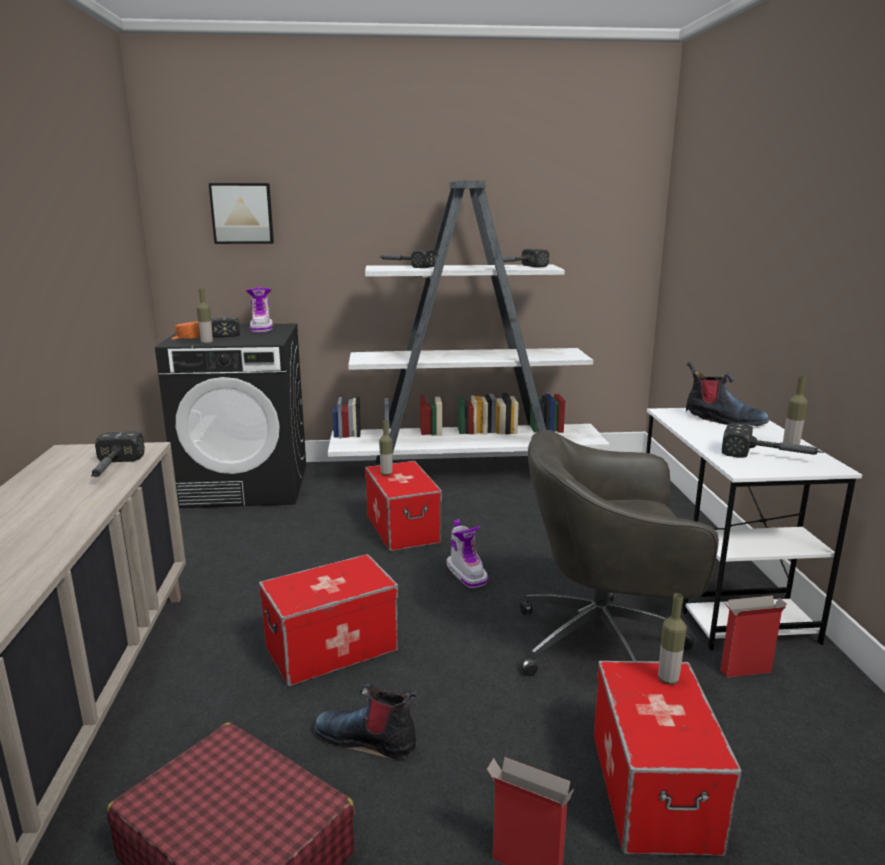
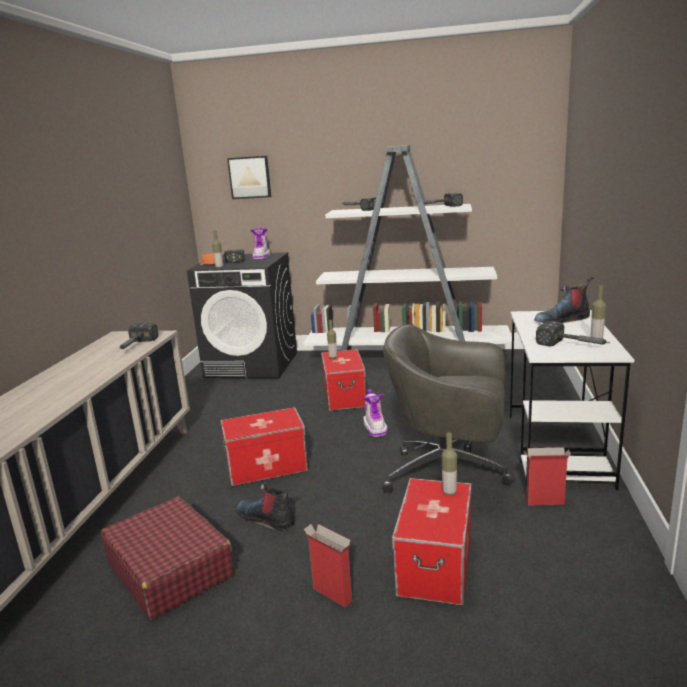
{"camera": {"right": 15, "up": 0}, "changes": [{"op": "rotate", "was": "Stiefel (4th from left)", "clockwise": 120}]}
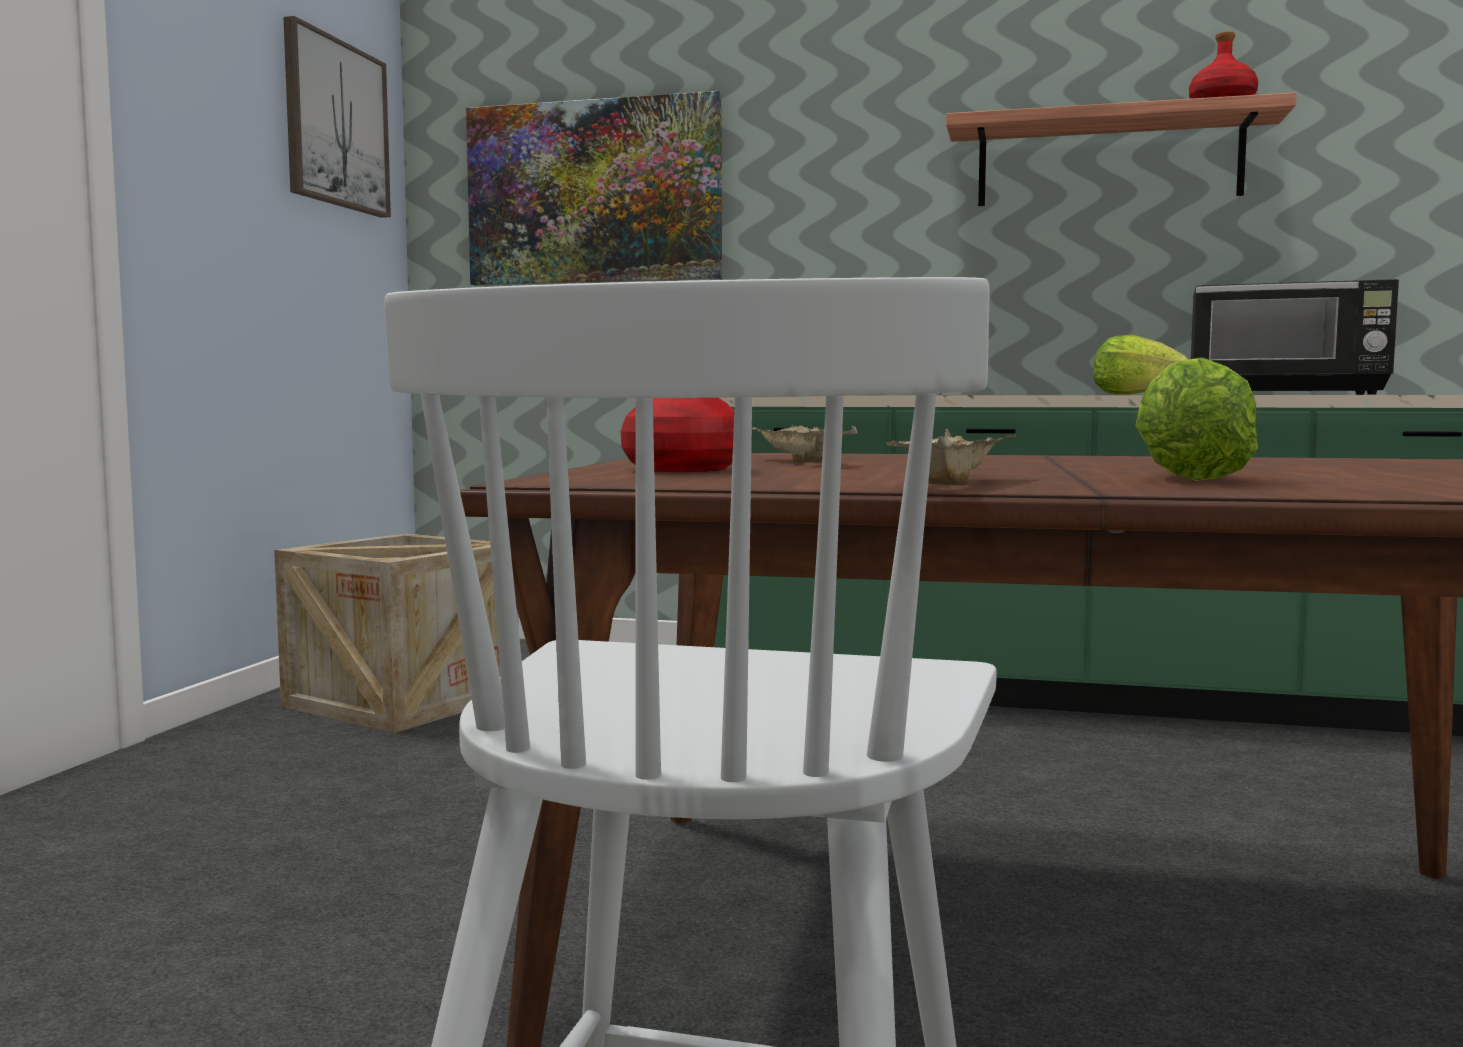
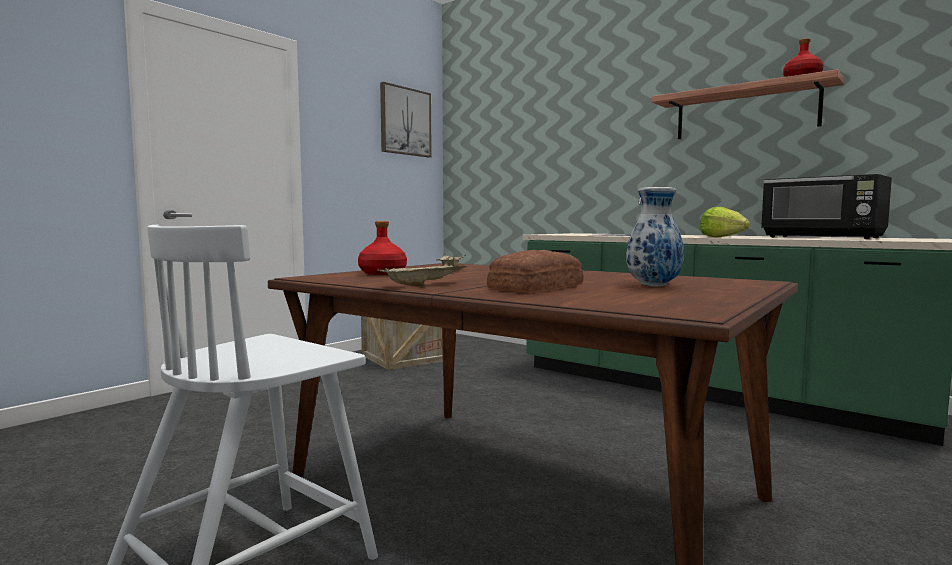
{"camera": {"right": 25, "up": 0}, "changes": [{"op": "replace", "was": "Salatkopf (2nd from left)", "now": "Brot"}, {"op": "insert", "now": "Vase"}, {"op": "delete", "was": "Bild (2nd from left)"}]}
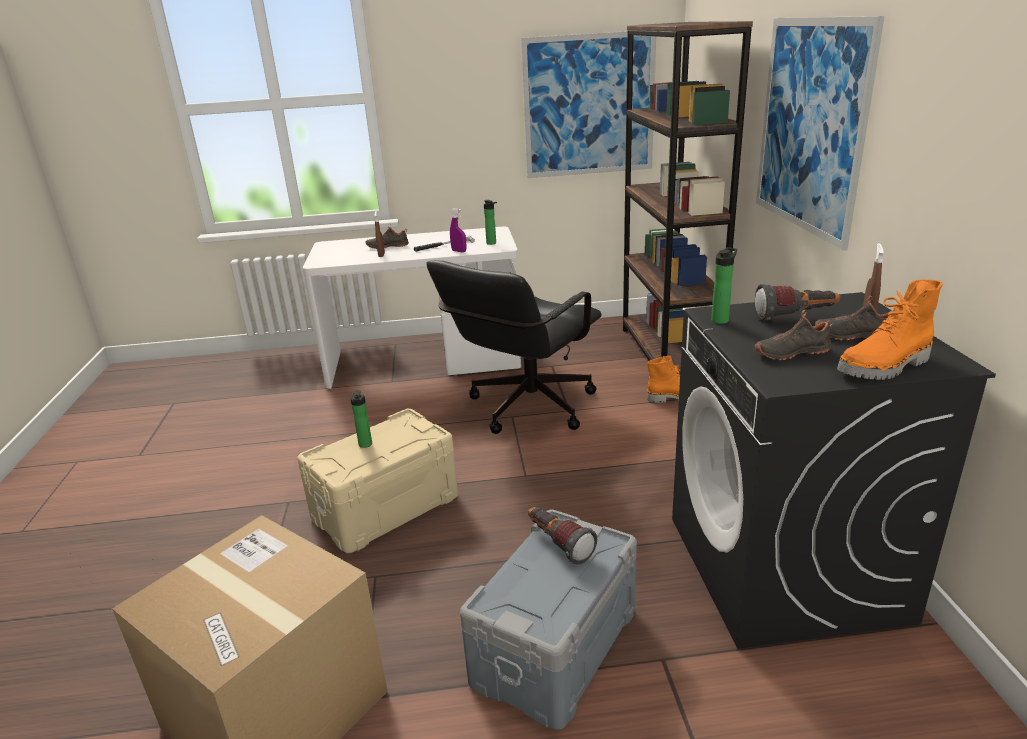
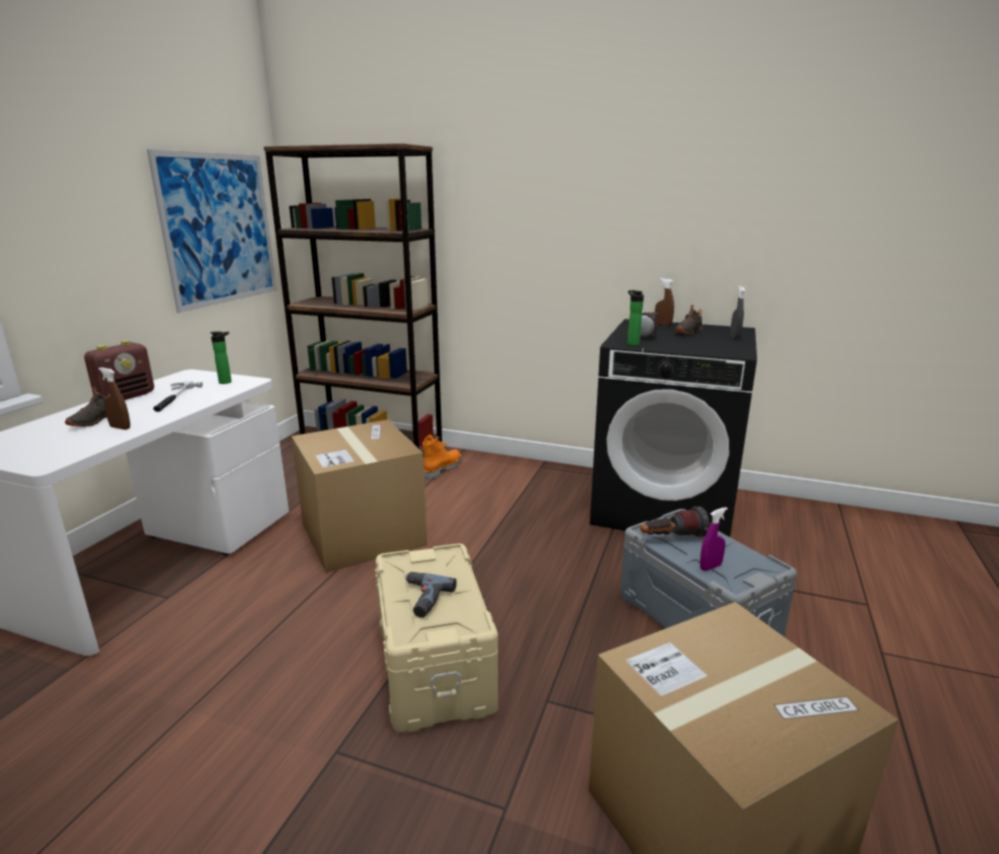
{"camera": {"right": -65, "up": -5}, "changes": [{"op": "insert", "now": "Radio"}, {"op": "replace", "was": "Bürostuhl/schwarz", "now": "Karton (1st from left)"}, {"op": "replace", "was": "Flasche (1st from left)", "now": "Bohrmaschine"}, {"op": "move", "was": "Sprühflasche/lila"}, {"op": "replace", "was": "Stiefel/orange (2nd from left)", "now": "Sprühflasche/grau"}, {"op": "delete", "was": "Schuh/schwarz (2nd from left)"}, {"op": "delete", "was": "Bild (2nd from left)"}]}
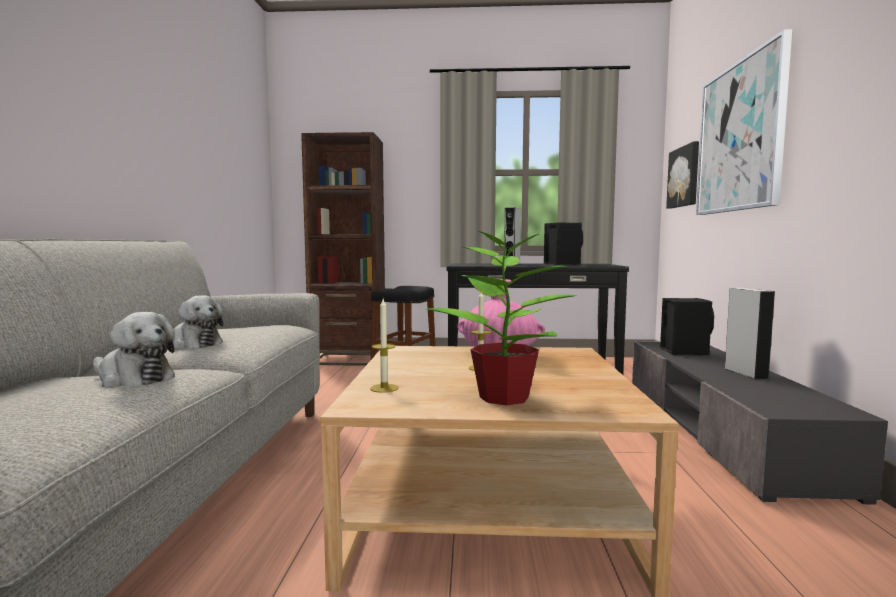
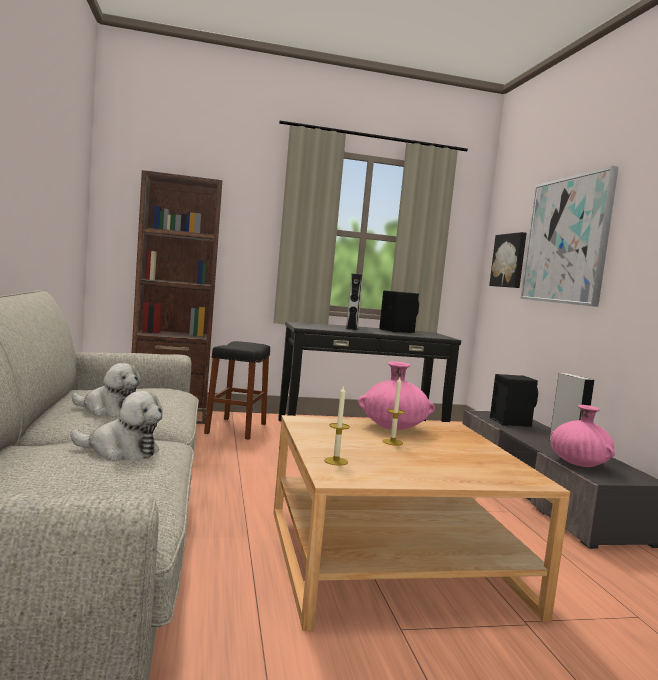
{"camera": {"right": -15, "up": 0}, "changes": [{"op": "insert", "now": "Vase/rosa (2nd from left)"}, {"op": "delete", "was": "Topfpflanze"}]}
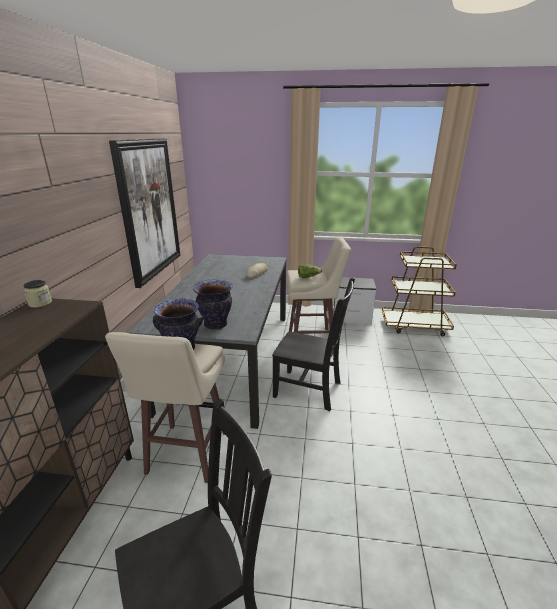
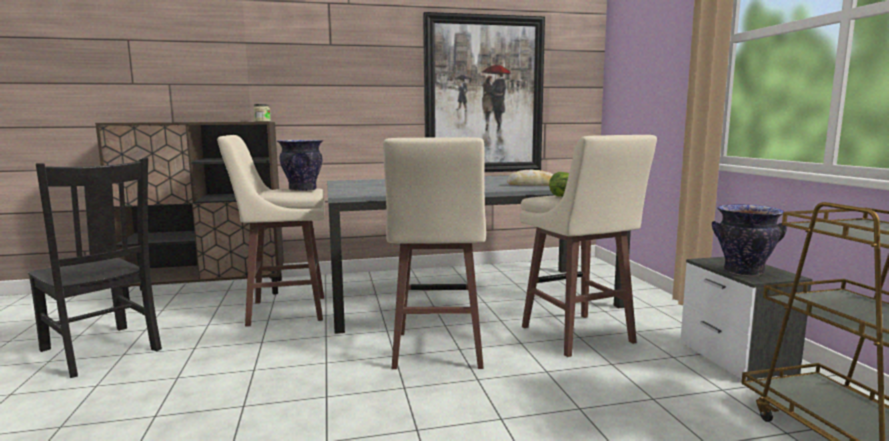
{"camera": {"right": 70, "up": -15}, "changes": [{"op": "replace", "was": "Stuhl/schwarz (2nd from left)", "now": "Hocker/beige (2nd from left)"}, {"op": "move", "was": "Vase (2nd from left)"}]}
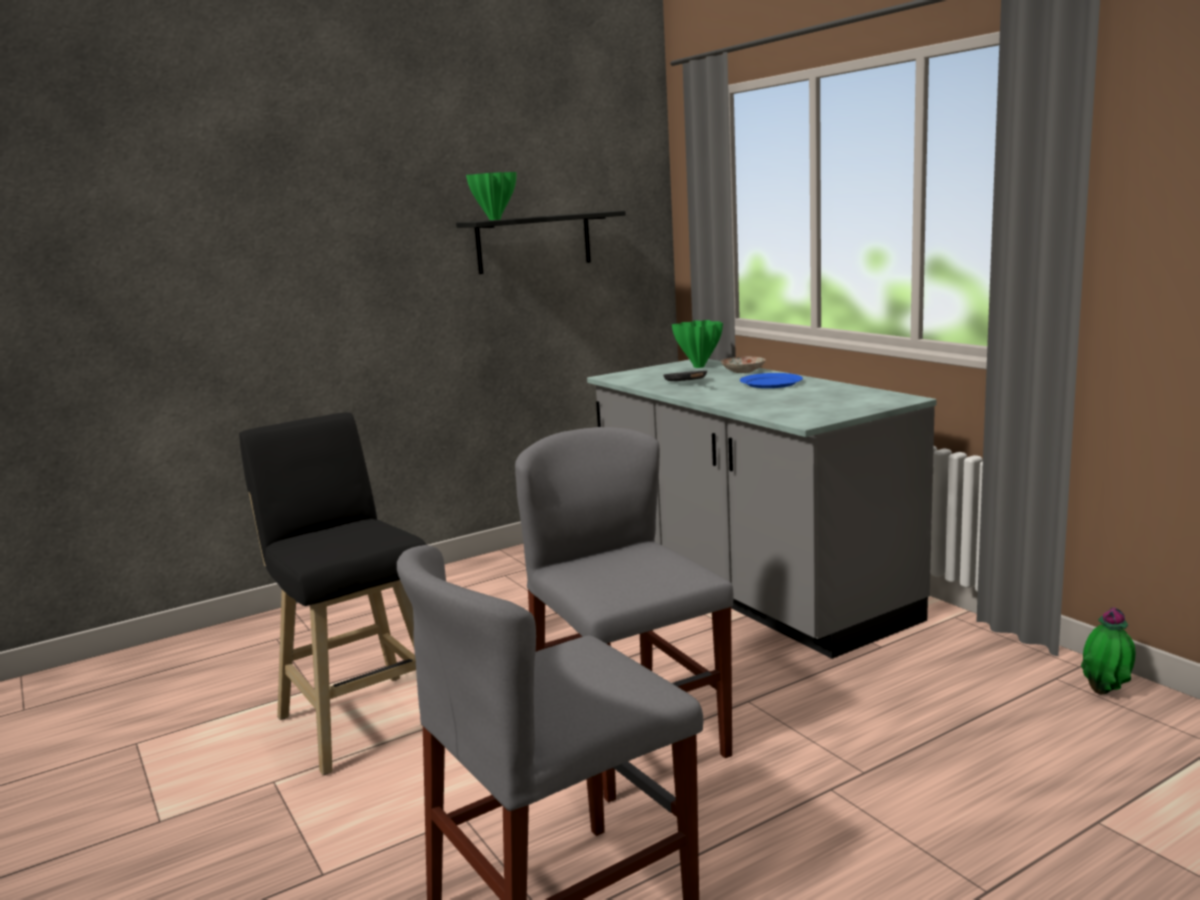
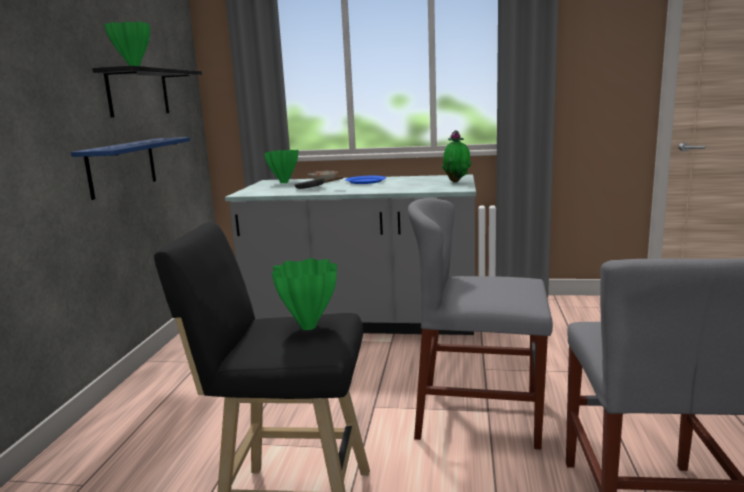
{"camera": {"right": -50, "up": 0}, "changes": [{"op": "insert", "now": "Wandregal/blau"}, {"op": "insert", "now": "Vase/grün (3rd from left)"}, {"op": "move", "was": "Topfpflanze"}]}
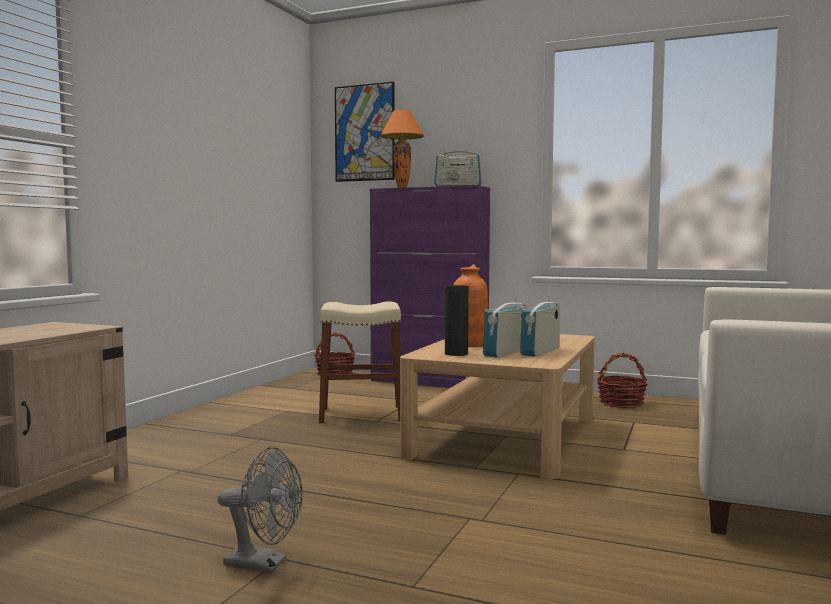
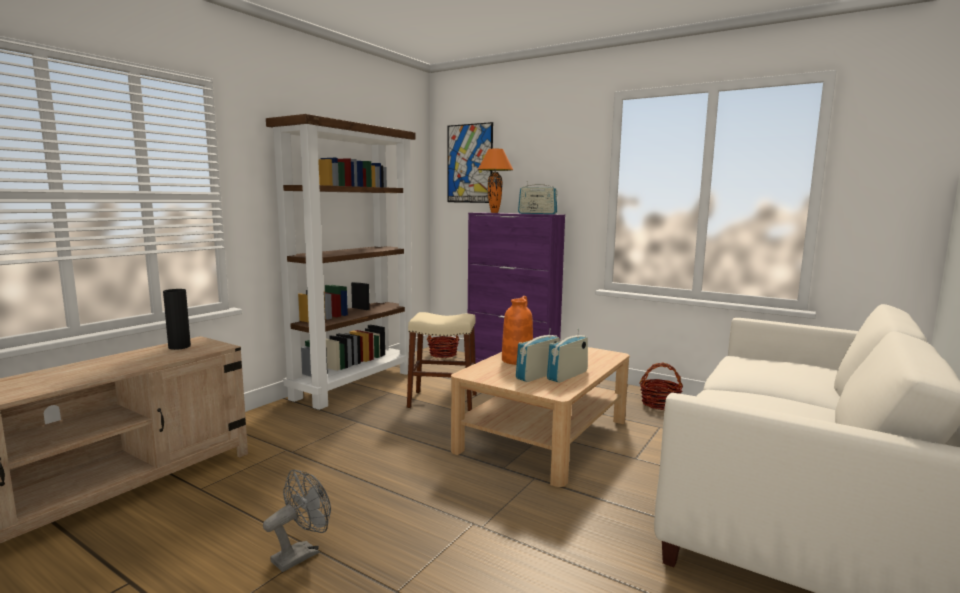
{"camera": {"right": 10, "up": 5}, "changes": [{"op": "move", "was": "Vase/schwarz"}, {"op": "rotate", "was": "Ventilator/grau", "clockwise": -75}, {"op": "insert", "now": "Bücherregal/braun"}]}
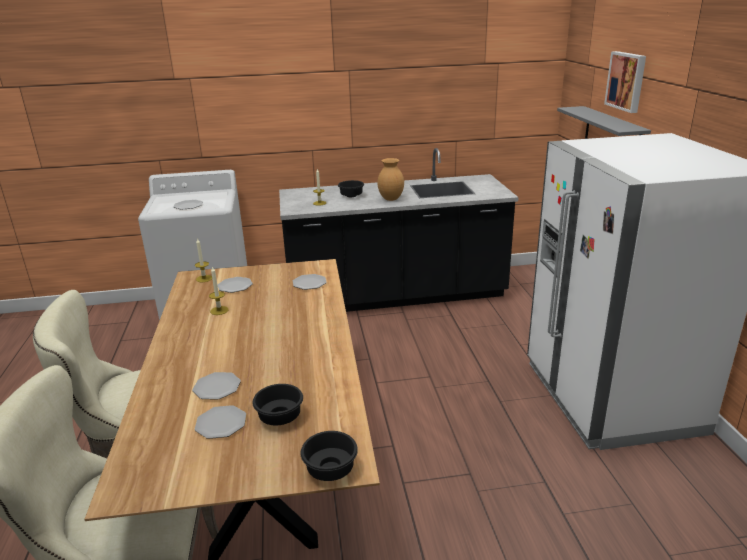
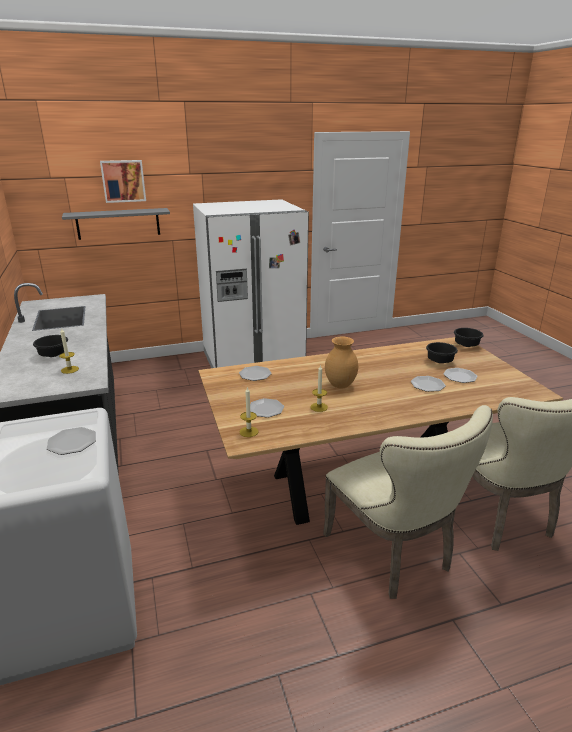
{"camera": {"right": -100, "up": 0}, "changes": [{"op": "move", "was": "Vase/braun"}]}
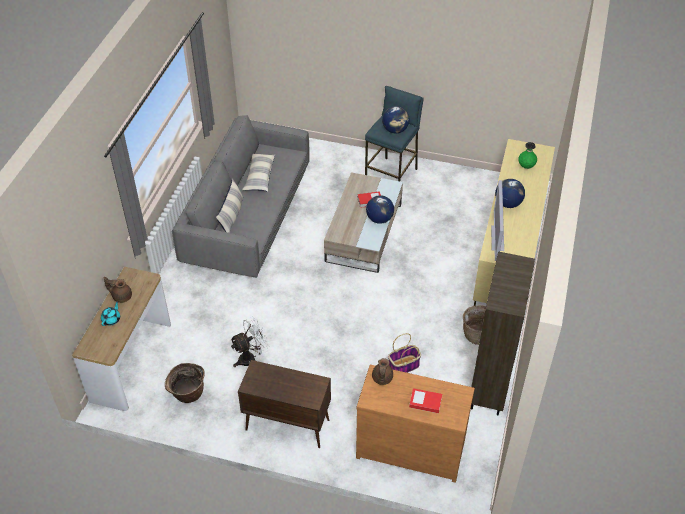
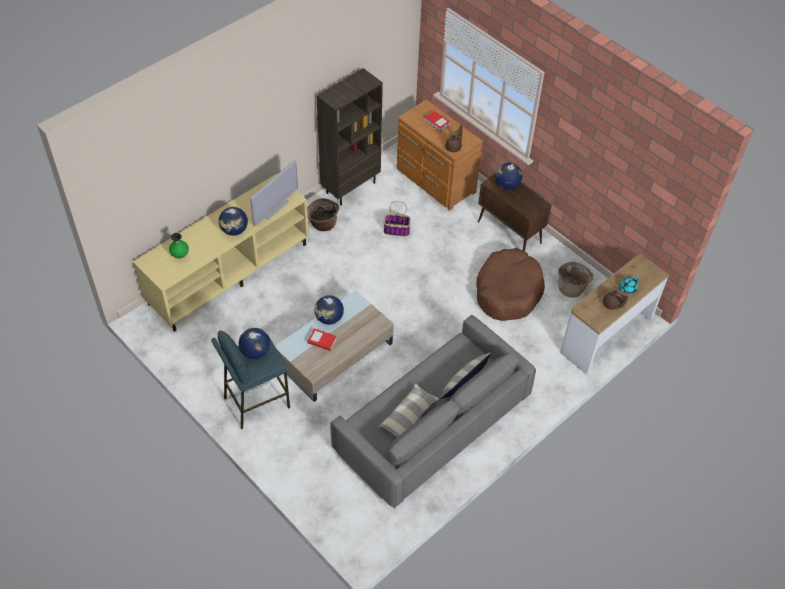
{"camera": {"right": -150, "up": 5}, "changes": [{"op": "replace", "was": "Ventilator/weiß", "now": "Hundebett/braun"}, {"op": "insert", "now": "Globus (4th from left)"}]}
